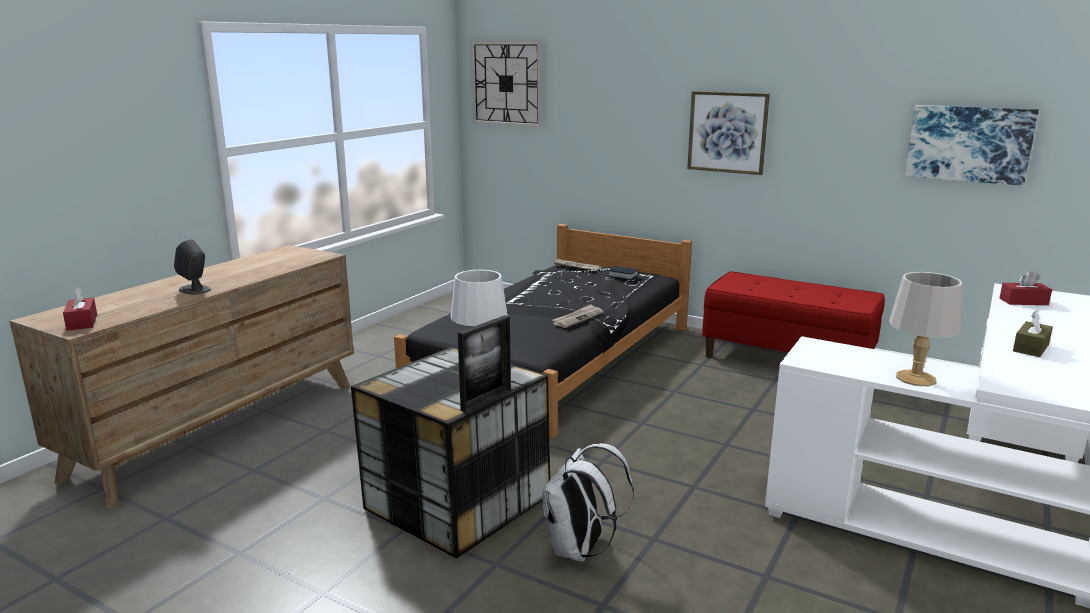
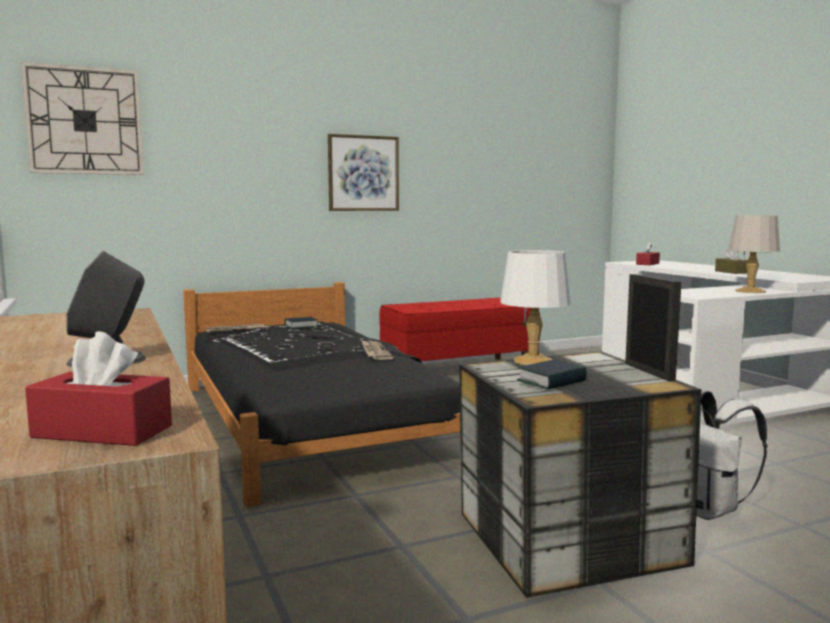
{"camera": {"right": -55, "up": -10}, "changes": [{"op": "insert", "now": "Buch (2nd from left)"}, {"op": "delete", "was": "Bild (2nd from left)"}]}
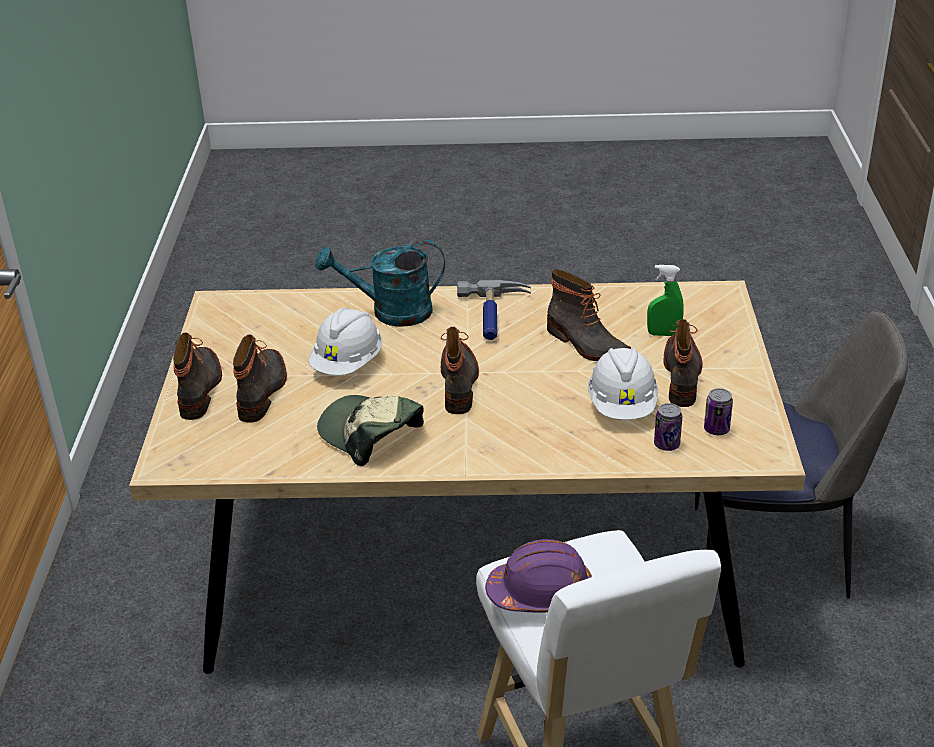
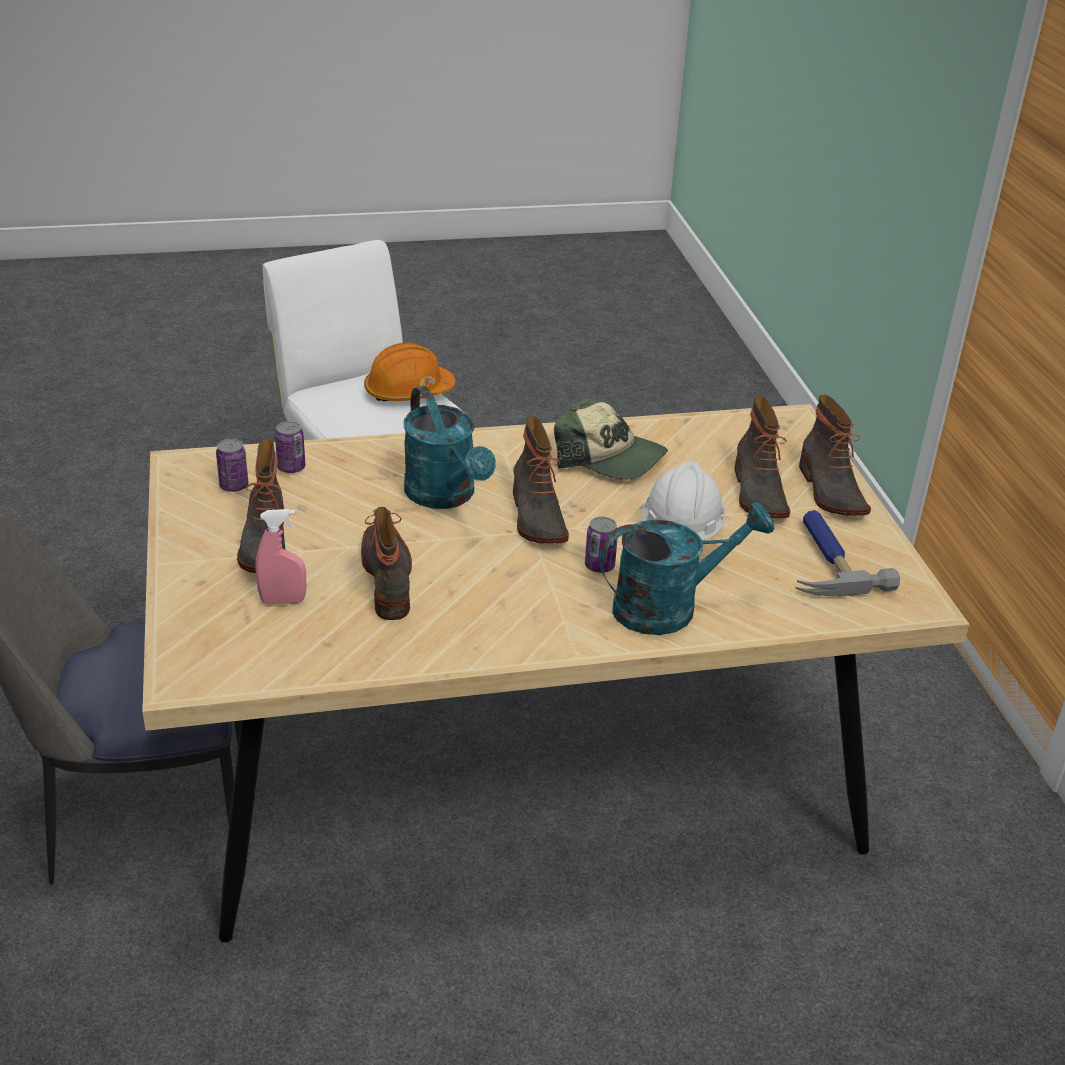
{"camera": {"right": 165, "up": 0}, "changes": [{"op": "recolor", "was": "Sprühflasche/grün", "now": "Sprühflasche/rosa"}, {"op": "rotate", "was": "Stiefel (4th from left in the first image)", "clockwise": 45}, {"op": "recolor", "was": "Schutzhelm/lila", "now": "Schutzhelm/orange"}, {"op": "insert", "now": "Gießkanne/türkis (1st from left)"}, {"op": "insert", "now": "Dose (3rd from left)"}, {"op": "move", "was": "Hammer"}, {"op": "delete", "was": "Schutzhelm/weiß (2nd from left)"}]}
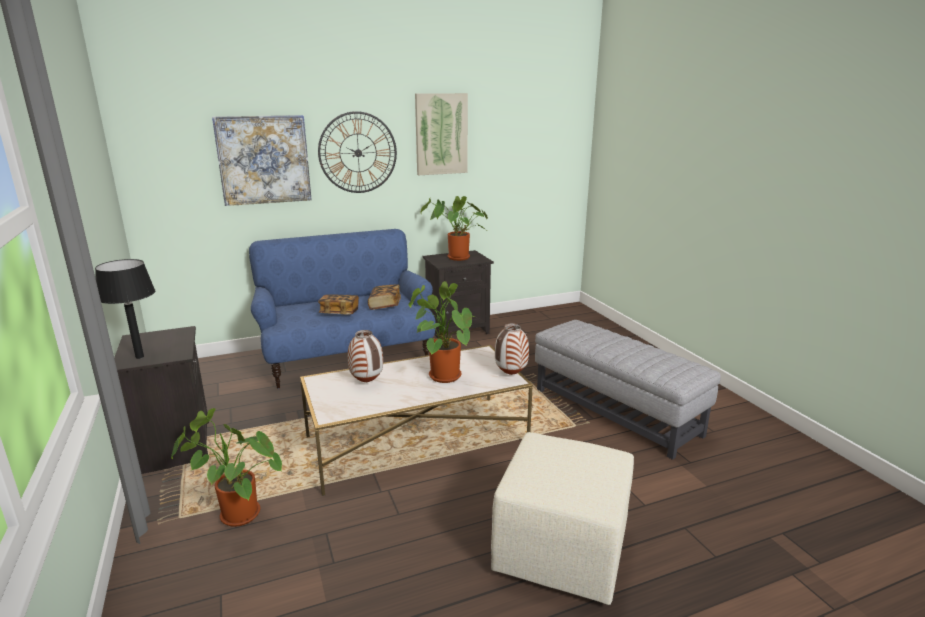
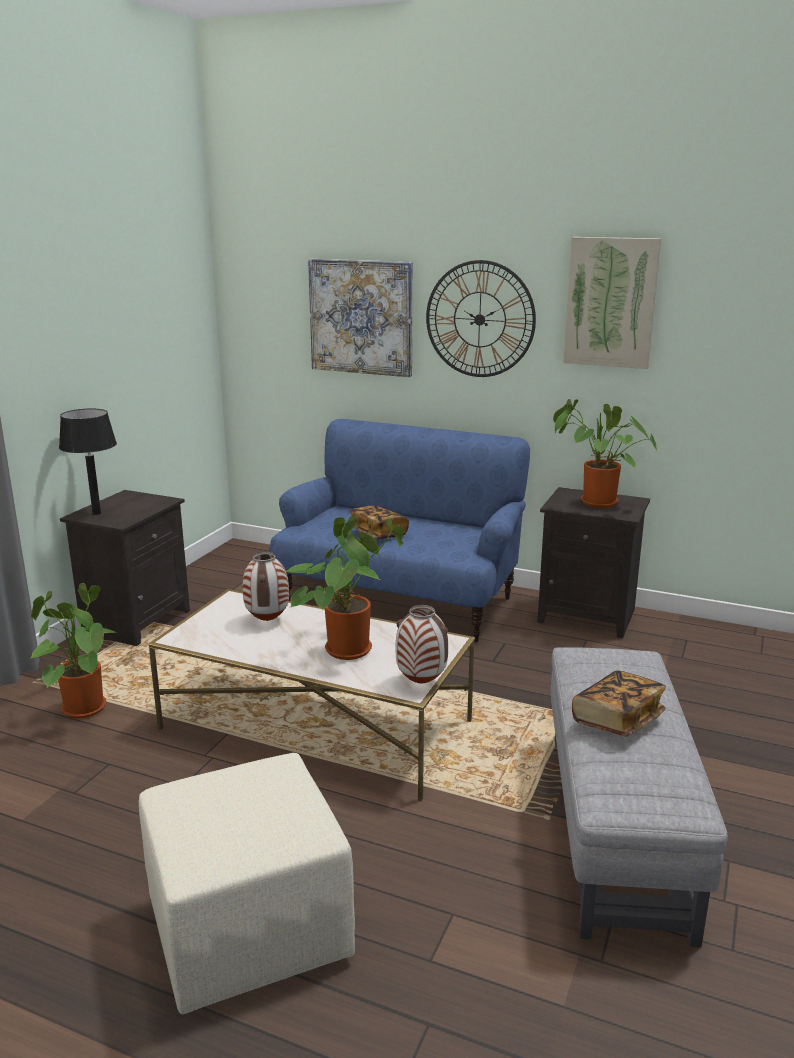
{"camera": {"right": 45, "up": 0}, "changes": [{"op": "move", "was": "Buch (2nd from left)"}]}
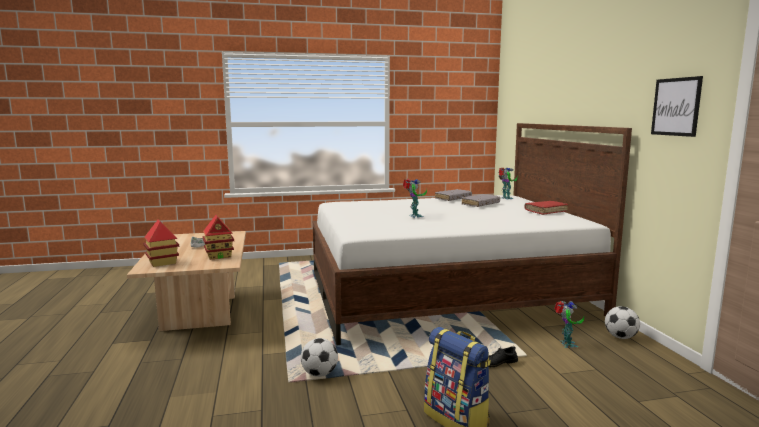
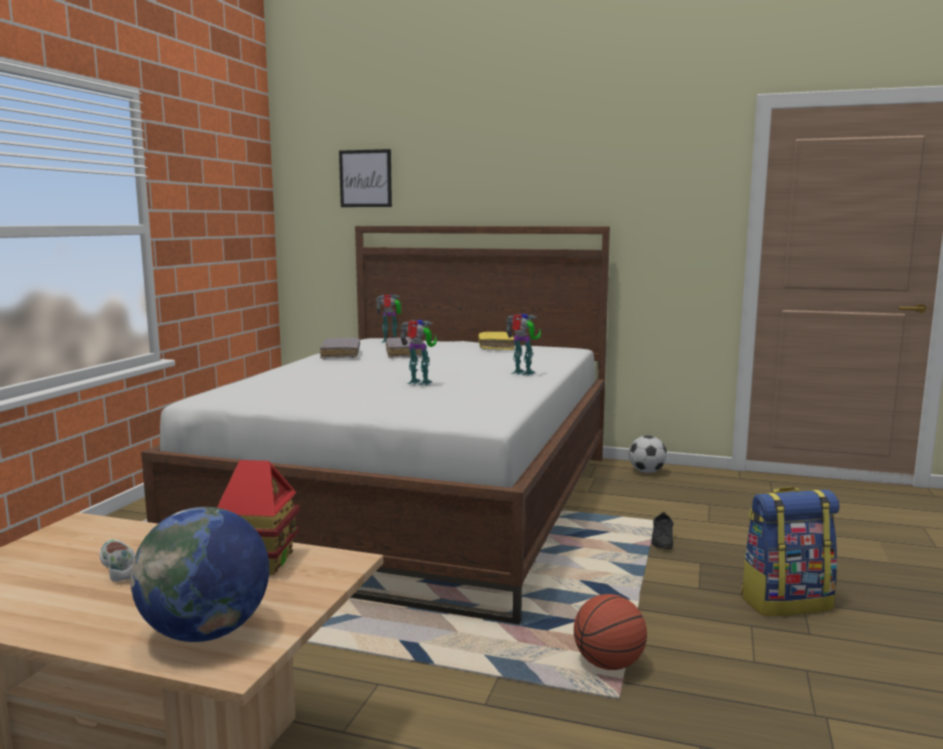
{"camera": {"right": -60, "up": 0}, "changes": [{"op": "replace", "was": "Spielzeughaus (1st from left)", "now": "Globus"}, {"op": "move", "was": "Bild"}, {"op": "recolor", "was": "Buch/rot", "now": "Buch/gelb"}, {"op": "move", "was": "Spielzeugroboter (3rd from left)"}, {"op": "replace", "was": "Fußball (1st from left)", "now": "Basketball"}]}
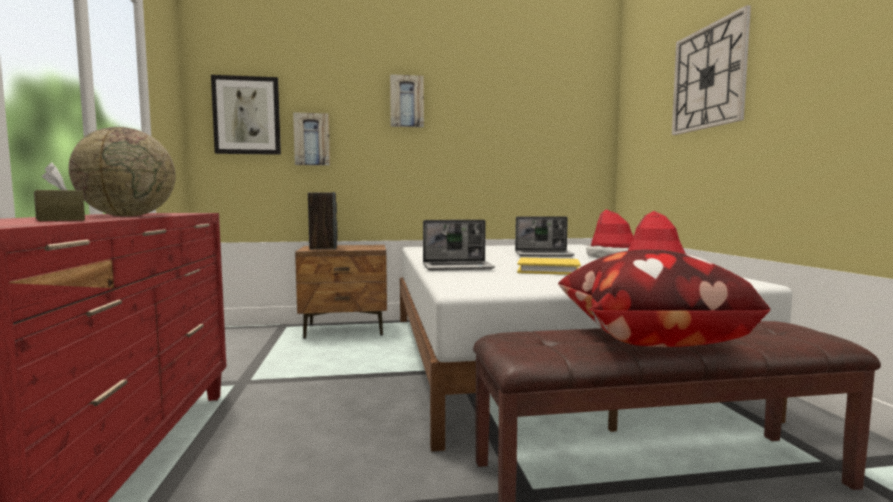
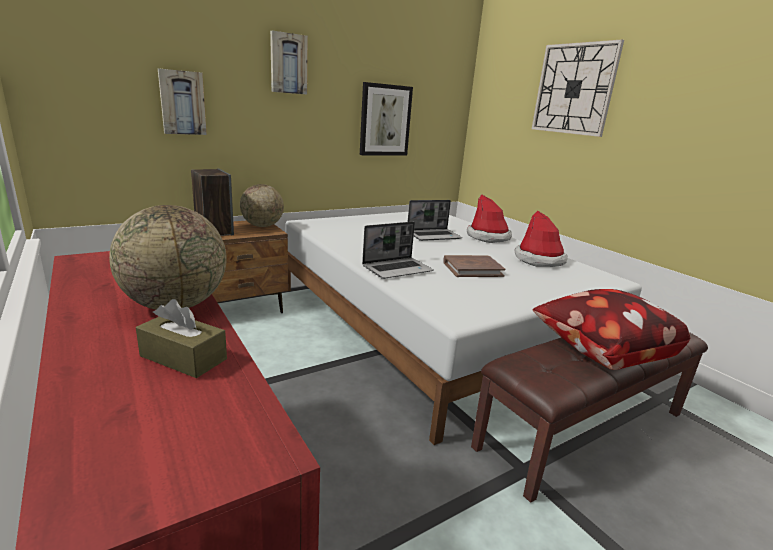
{"camera": {"right": -25, "up": 15}, "changes": [{"op": "insert", "now": "Globus (2nd from left)"}, {"op": "move", "was": "Bild (1st from left in the first image)", "now": "Bild (3rd from left)"}, {"op": "recolor", "was": "Buch/gelb", "now": "Buch/braun"}]}
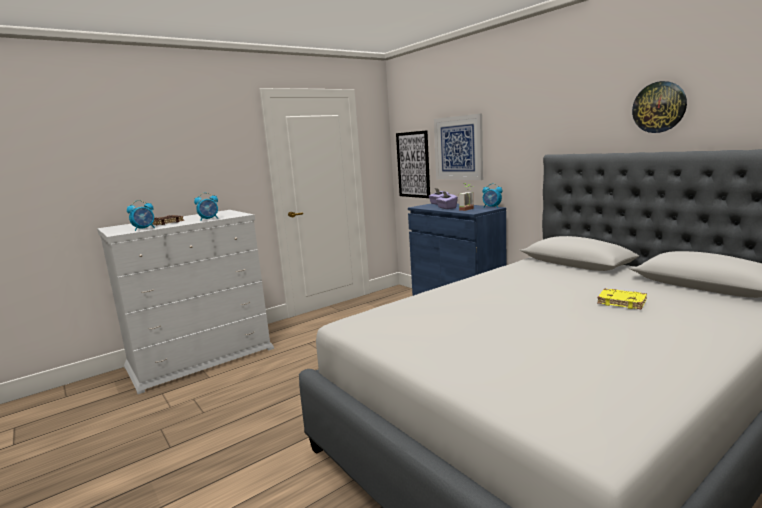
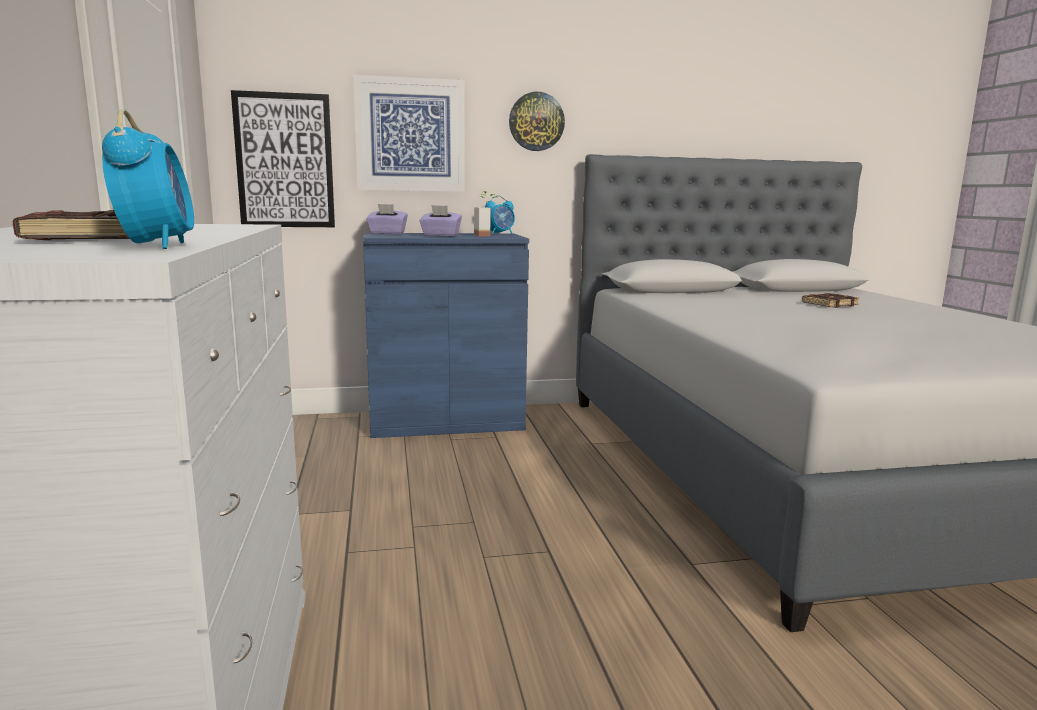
{"camera": {"right": -65, "up": 0}, "changes": [{"op": "move", "was": "Wanduhr"}, {"op": "recolor", "was": "Buch/gelb", "now": "Buch/braun (2nd from left)"}, {"op": "delete", "was": "Wecker (2nd from left)"}]}
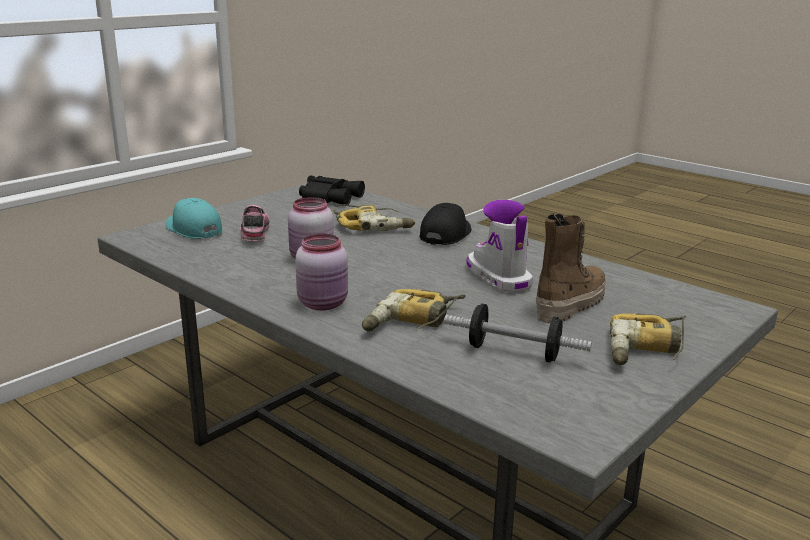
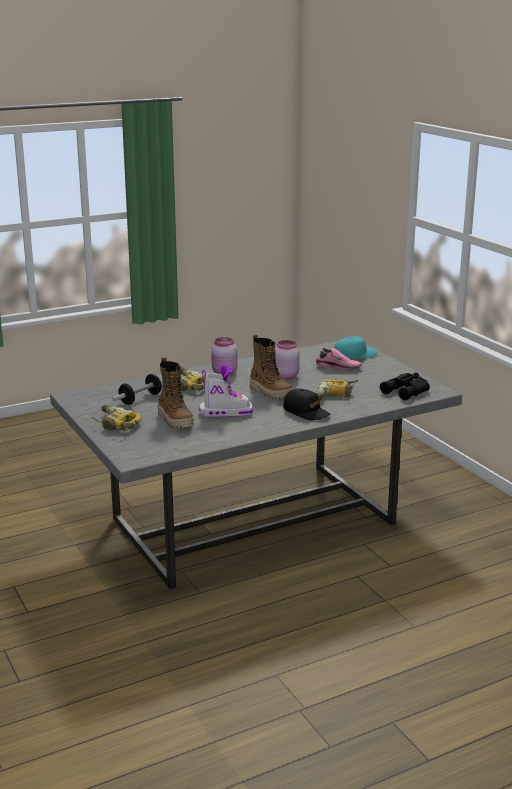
{"camera": {"right": 110, "up": 0}, "changes": [{"op": "insert", "now": "Stiefel (3rd from left)"}]}
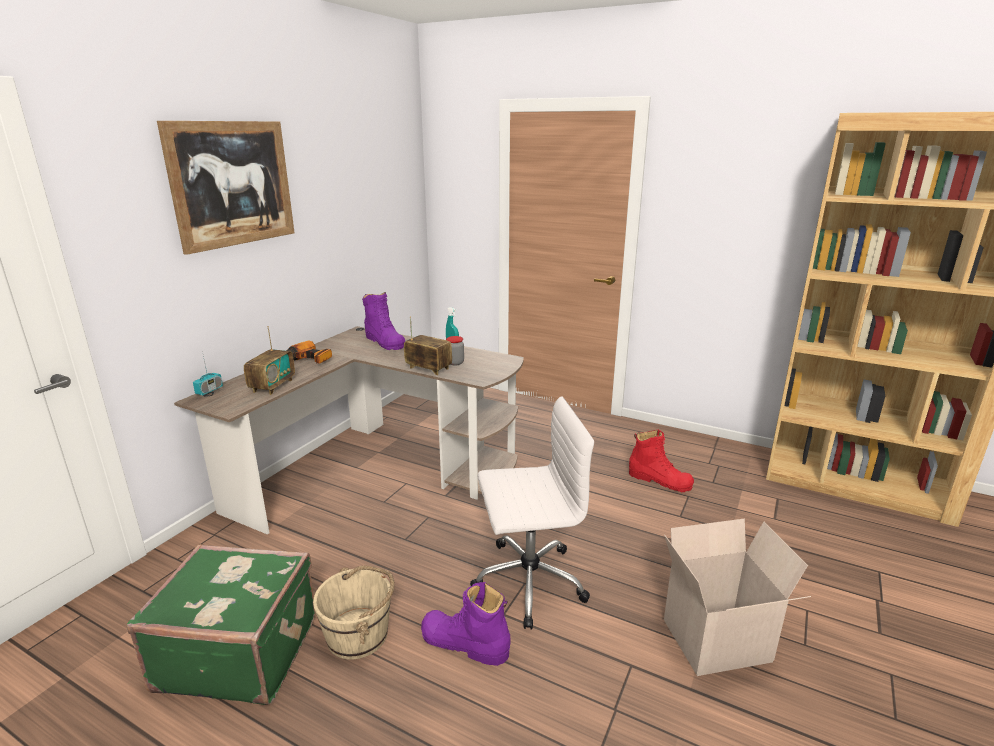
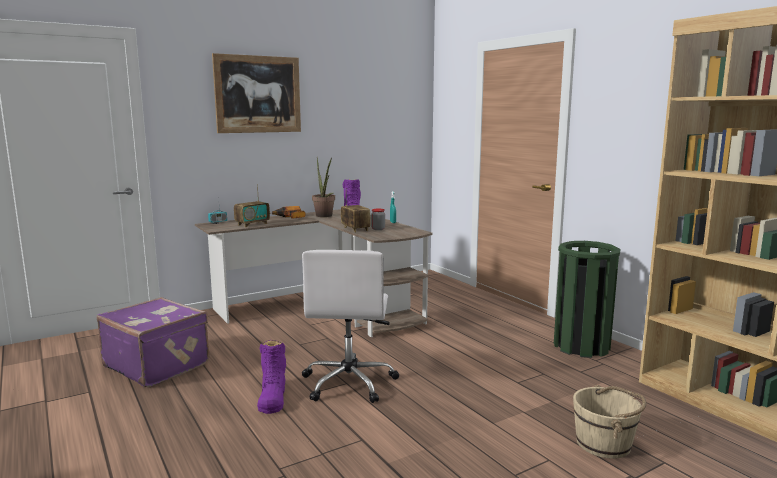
{"camera": {"right": 30, "up": -10}, "changes": [{"op": "recolor", "was": "Koffer/grün", "now": "Koffer/lila"}, {"op": "rotate", "was": "Stiefel/lila (2nd from left in the first image)", "clockwise": -150}, {"op": "rotate", "was": "Bürostuhl/weiß", "clockwise": 75}, {"op": "insert", "now": "Topfpflanze"}, {"op": "insert", "now": "Mülleimer/grün"}, {"op": "move", "was": "Eimer/beige"}, {"op": "delete", "was": "Stiefel/rot"}, {"op": "delete", "was": "Karton"}]}
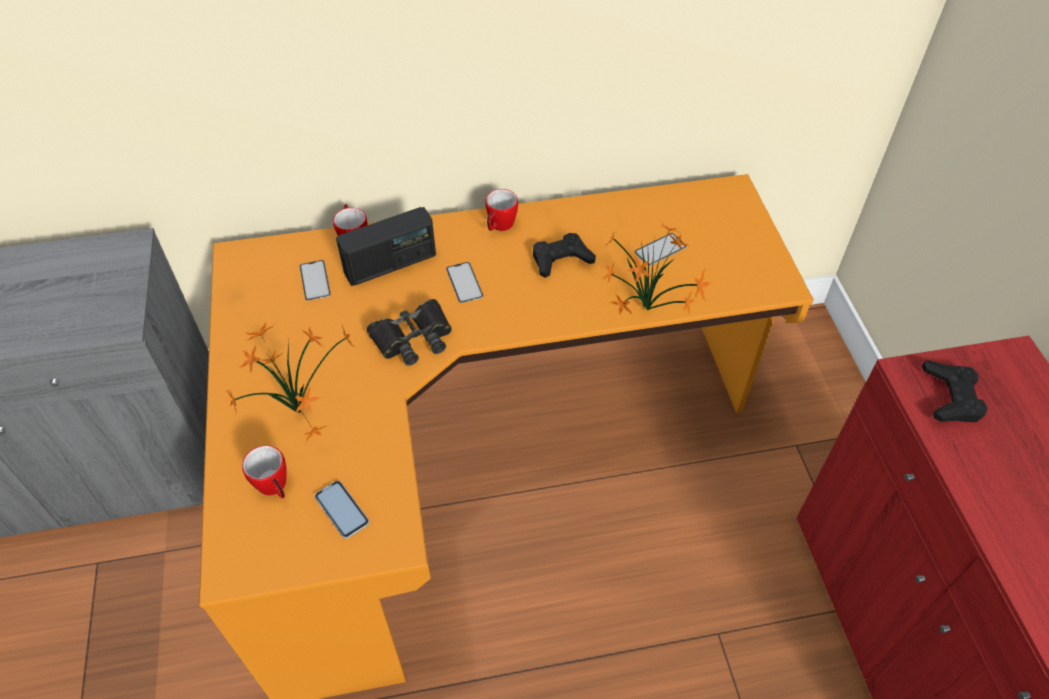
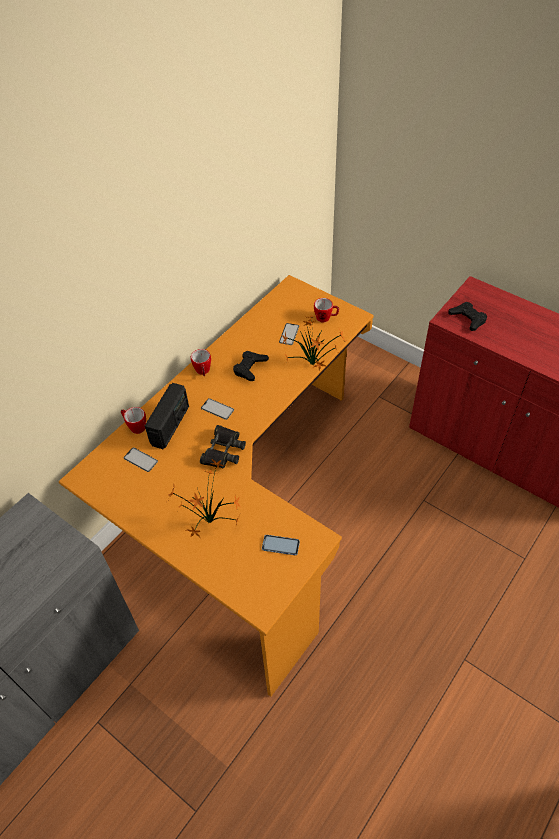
{"camera": {"right": -40, "up": 0}, "changes": [{"op": "move", "was": "Henkelbecher (1st from left in the first image)", "now": "Henkelbecher (3rd from left)"}]}
